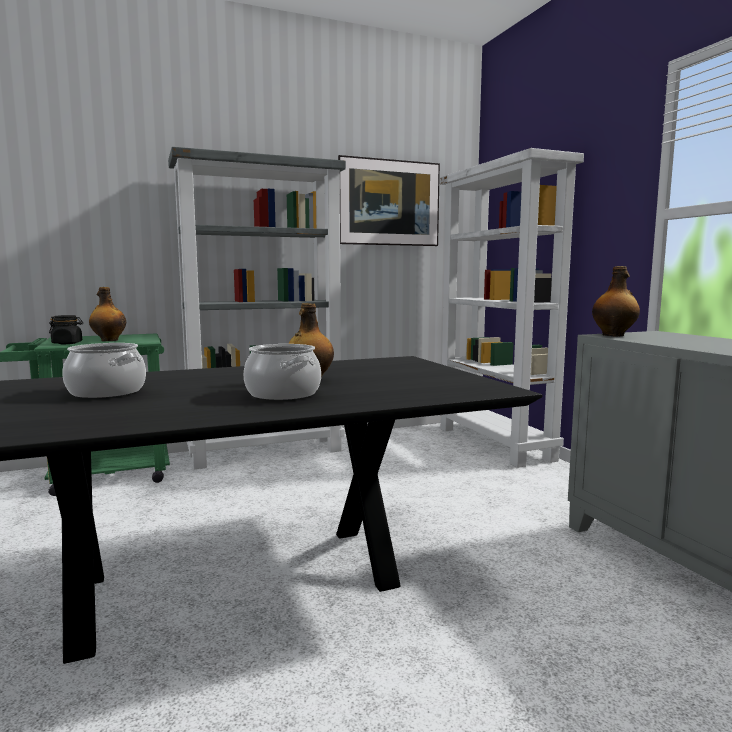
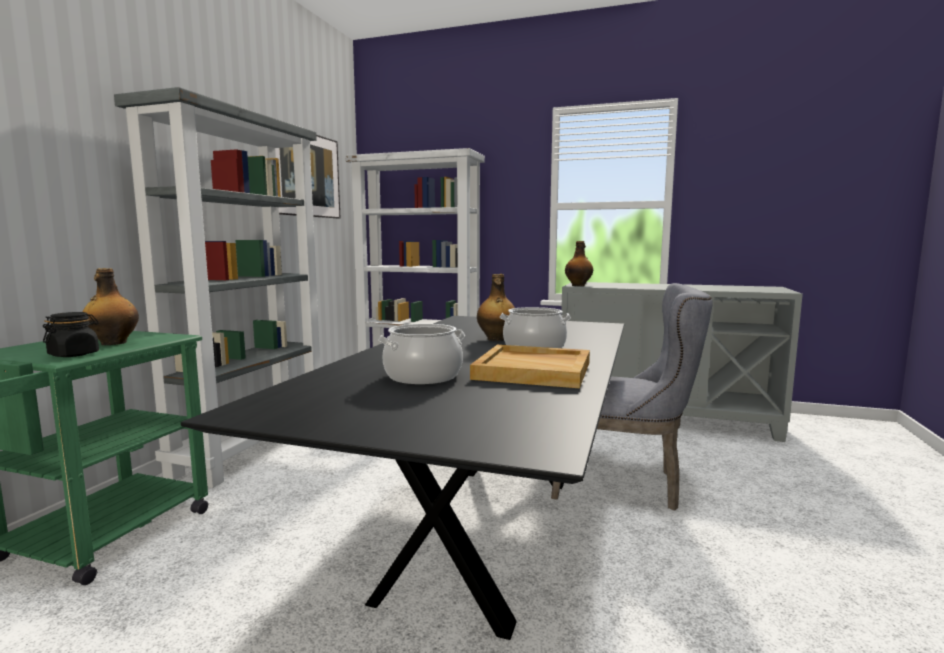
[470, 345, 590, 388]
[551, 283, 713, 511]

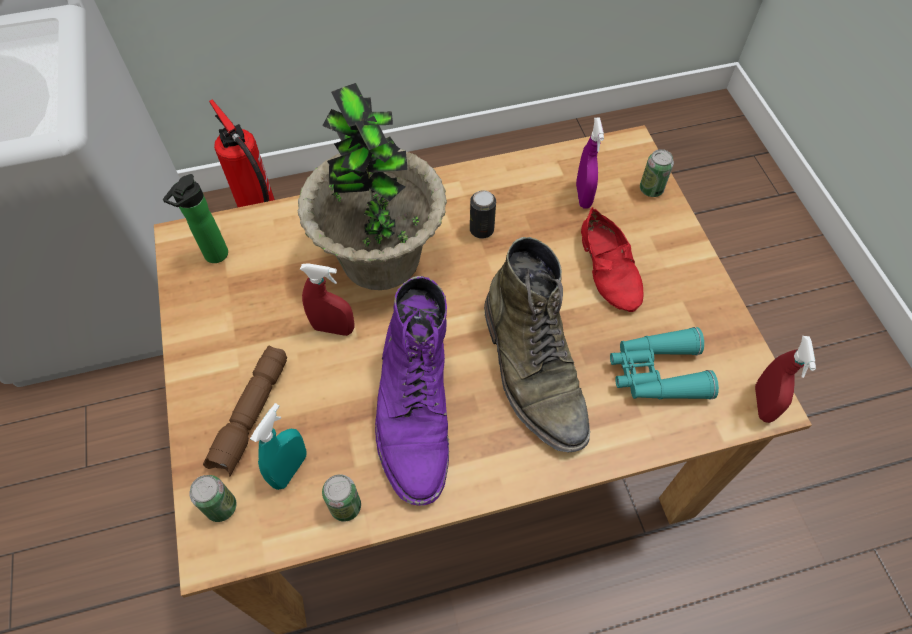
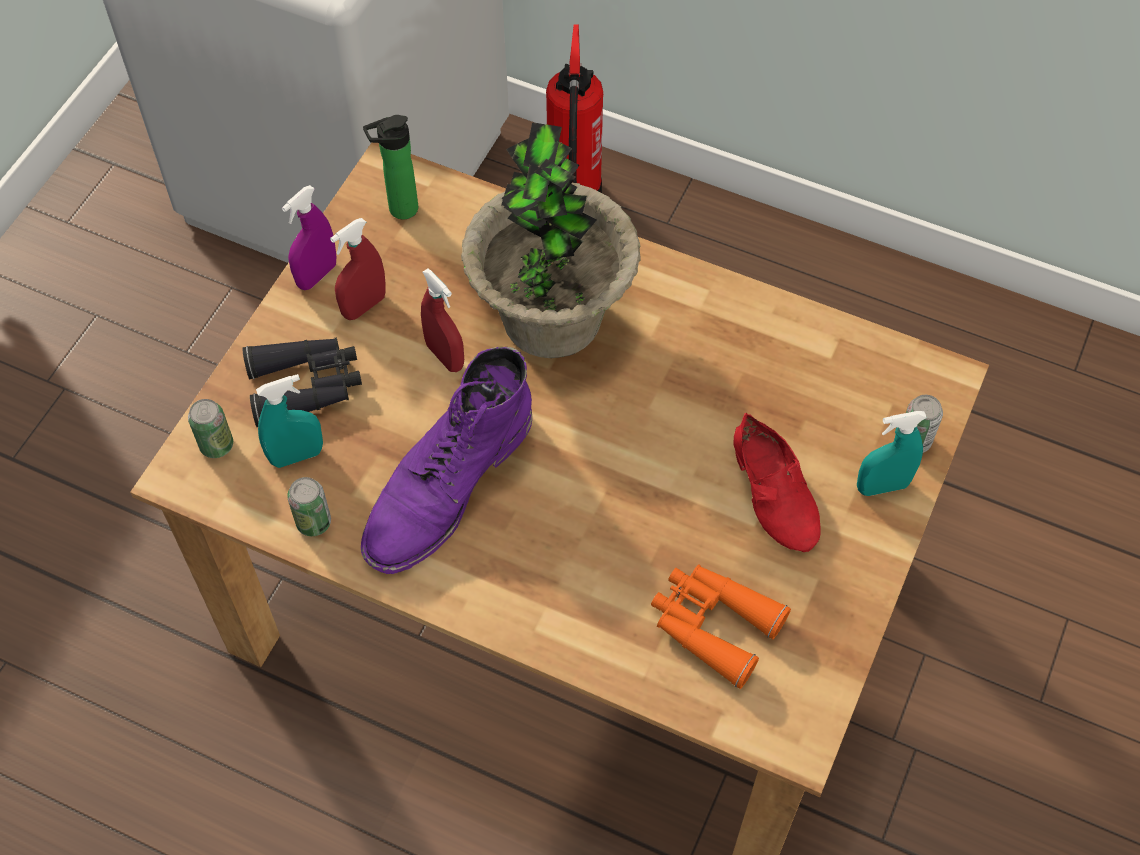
[470, 190, 496, 239] (first image)
[484, 237, 590, 452] (first image)
[857, 411, 927, 496]
[282, 185, 336, 290]
[330, 218, 386, 320]
[242, 337, 362, 427]
[651, 564, 791, 689]
[733, 413, 821, 552]

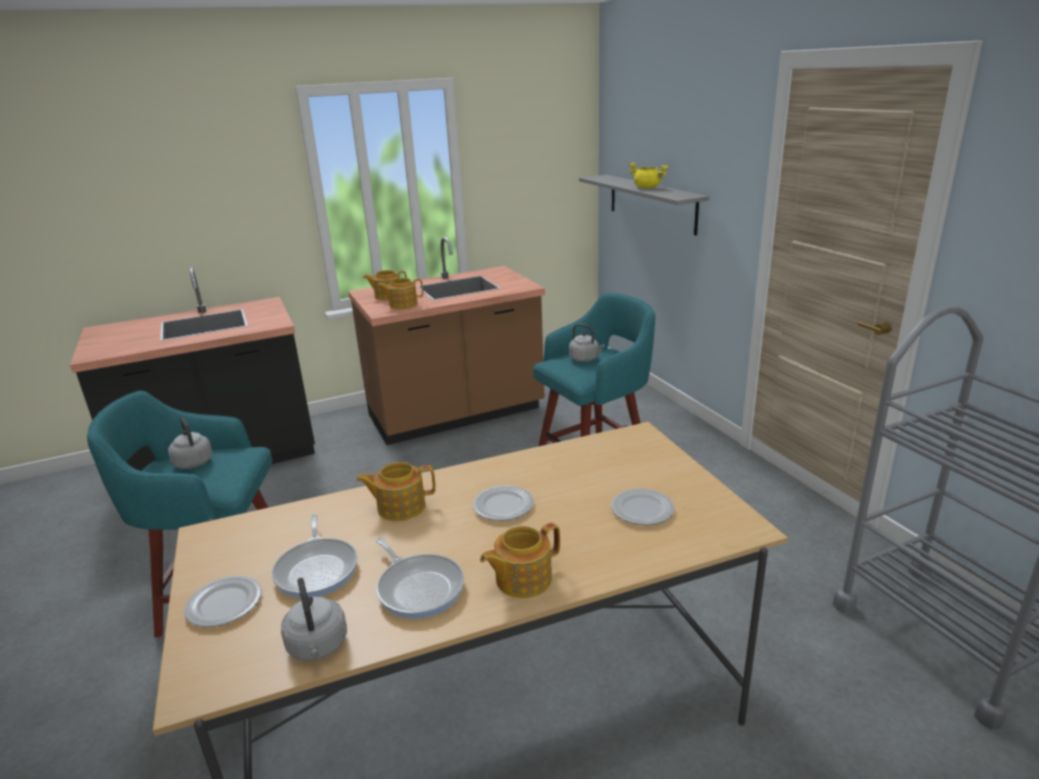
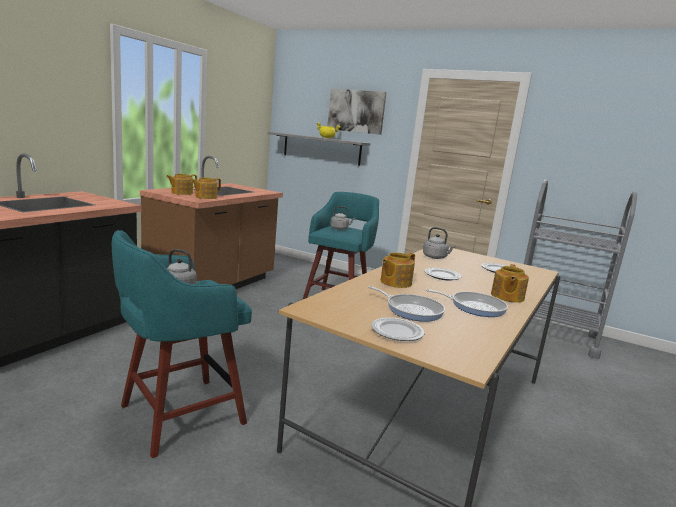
[327, 88, 387, 135]
[423, 227, 456, 259]

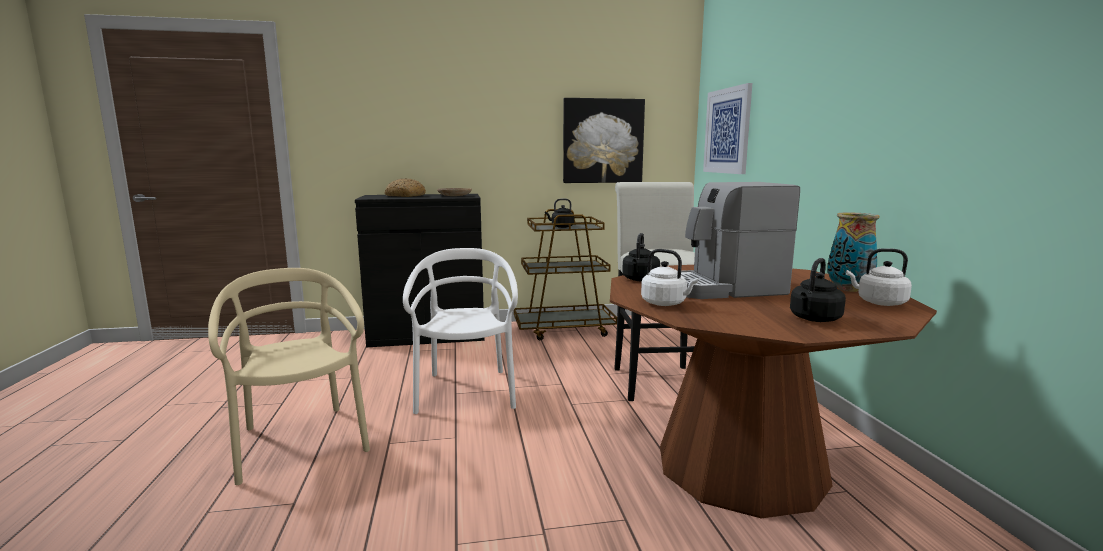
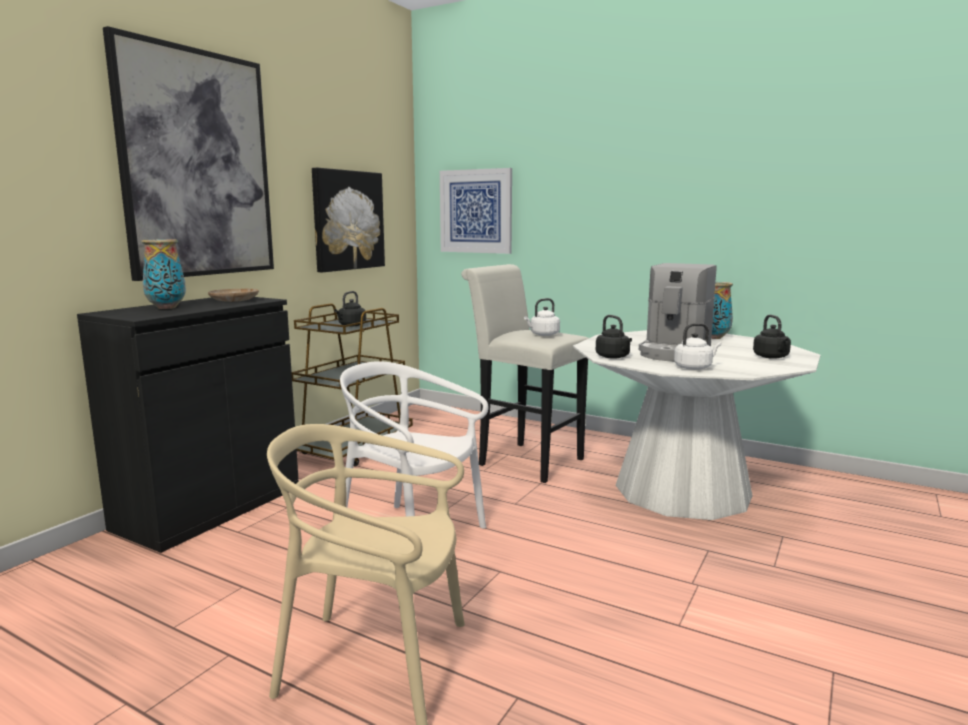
[103, 26, 274, 281]
[524, 298, 560, 336]
[141, 240, 186, 309]
[573, 330, 820, 520]

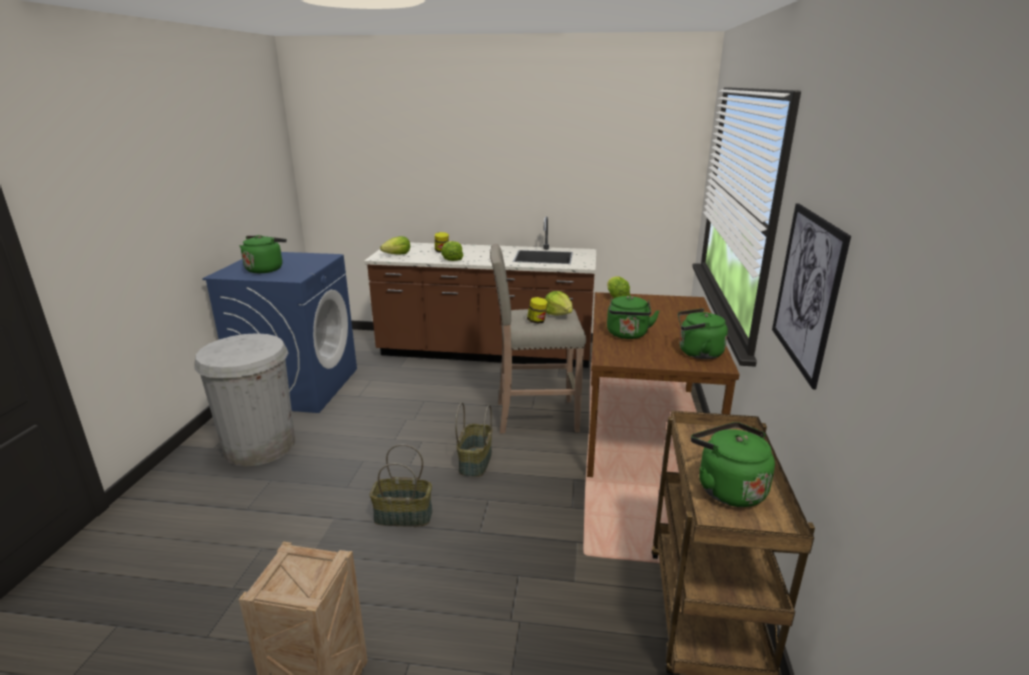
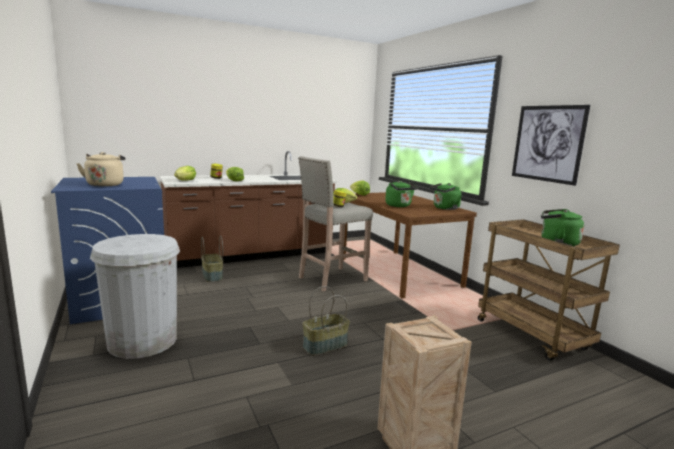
[201, 235, 223, 282]
[76, 152, 125, 187]

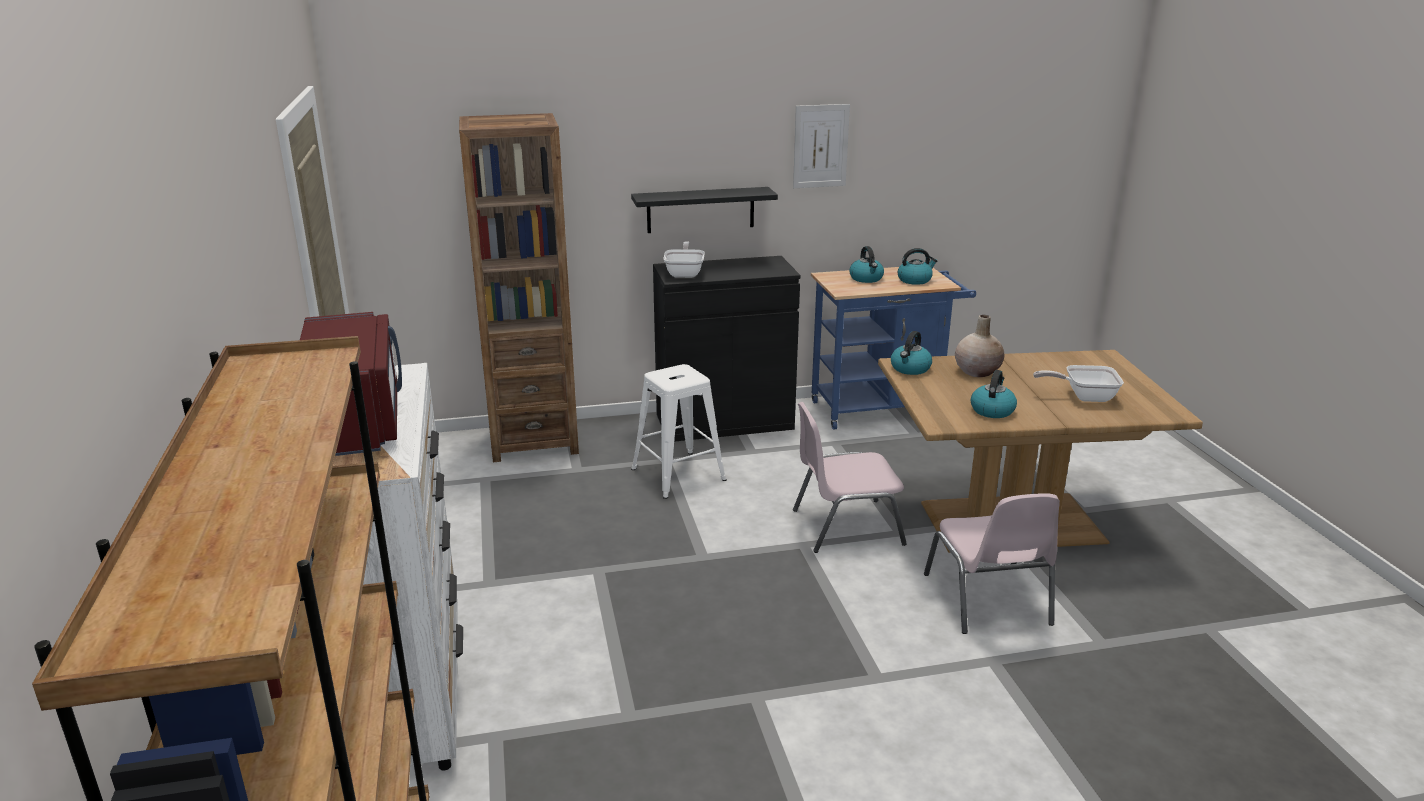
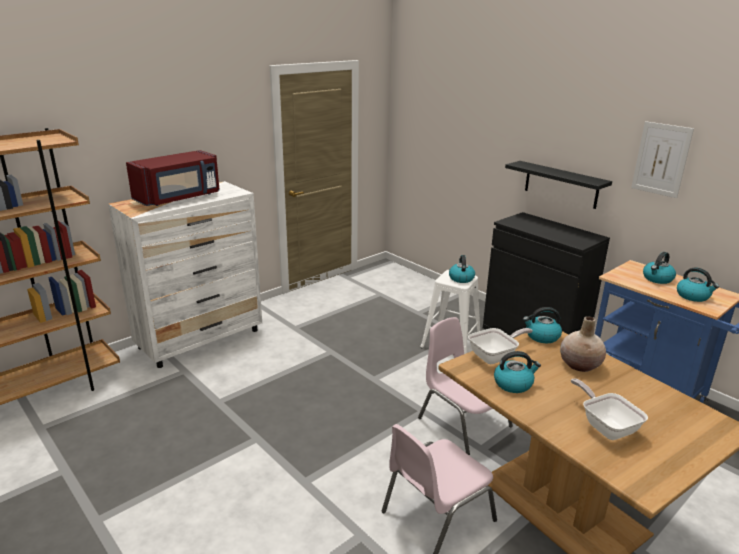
[459, 113, 579, 462] (first image)
[449, 255, 475, 283]
[468, 328, 533, 364]

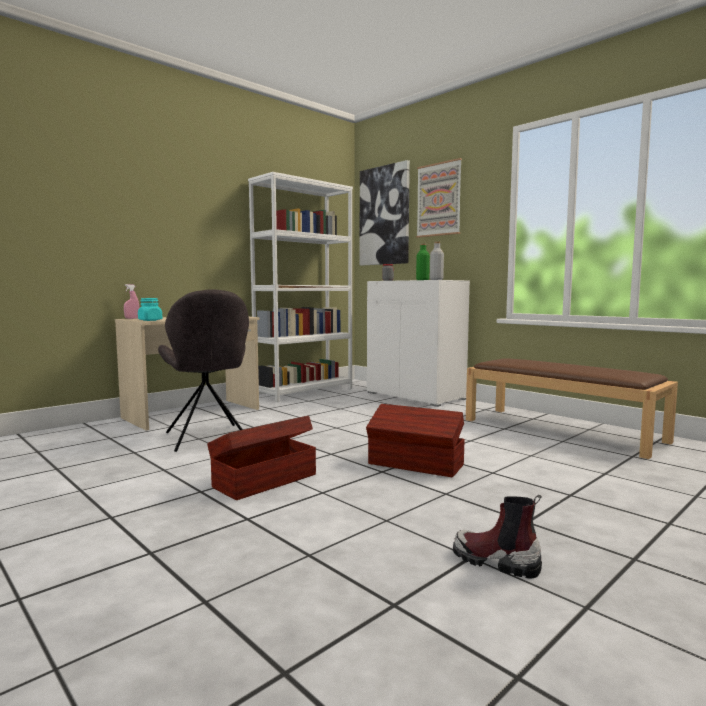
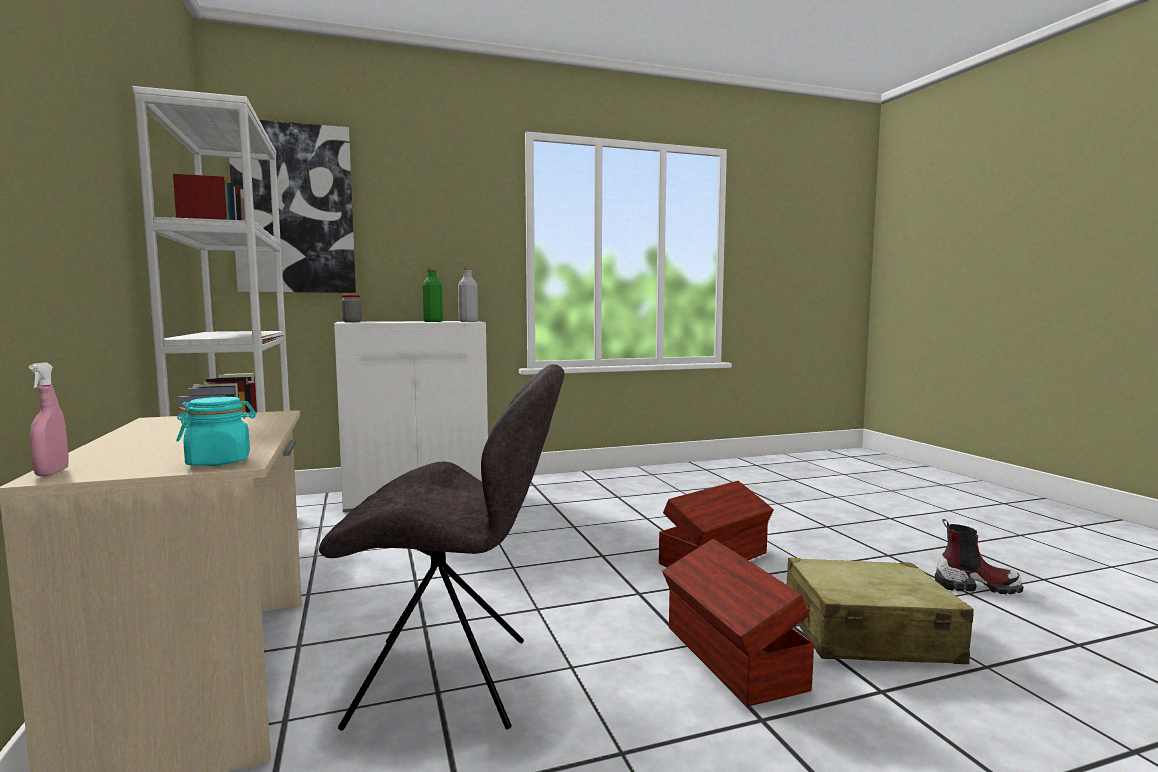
[416, 158, 462, 238] (first image)
[466, 358, 678, 459] (first image)
[787, 558, 974, 664]
[935, 519, 1023, 594]

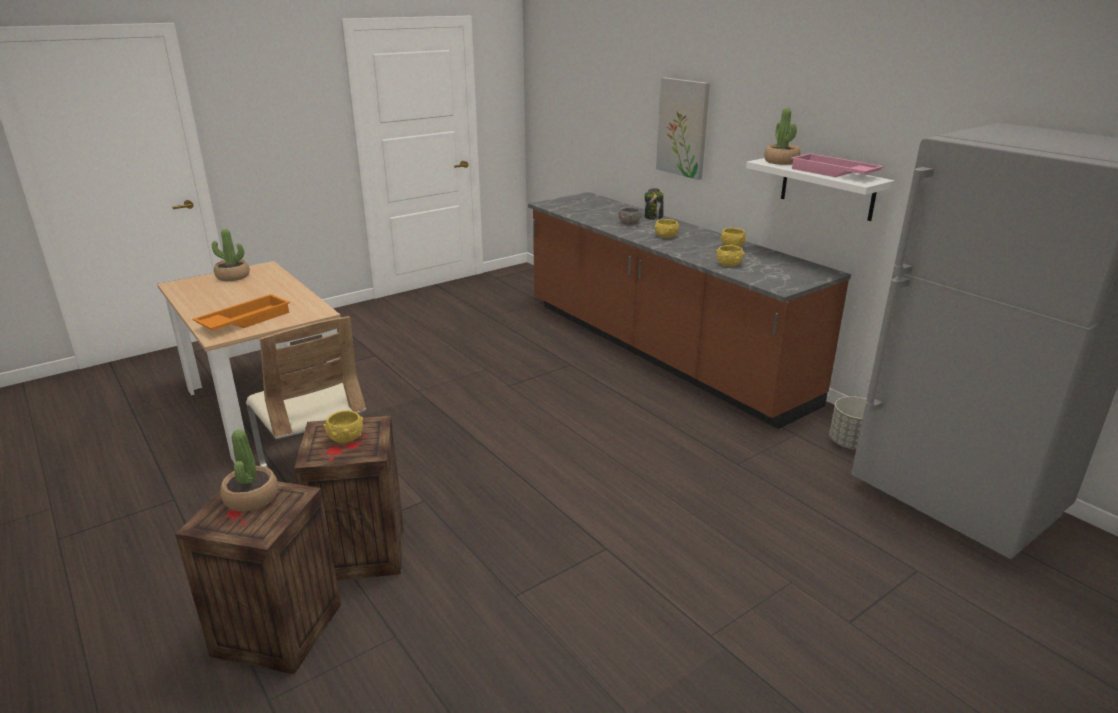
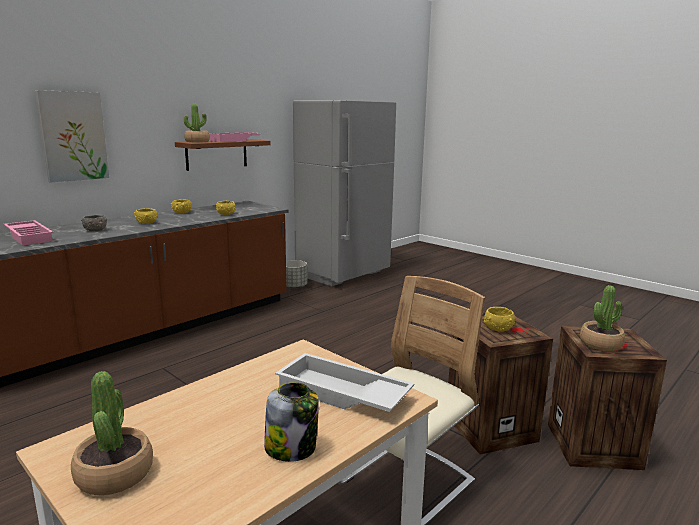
[4, 220, 53, 246]
[264, 382, 319, 462]
[275, 353, 415, 412]
[175, 139, 271, 171]

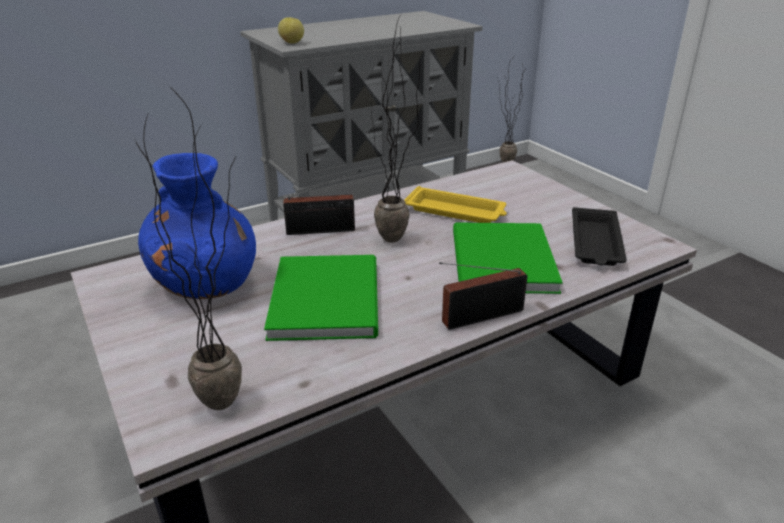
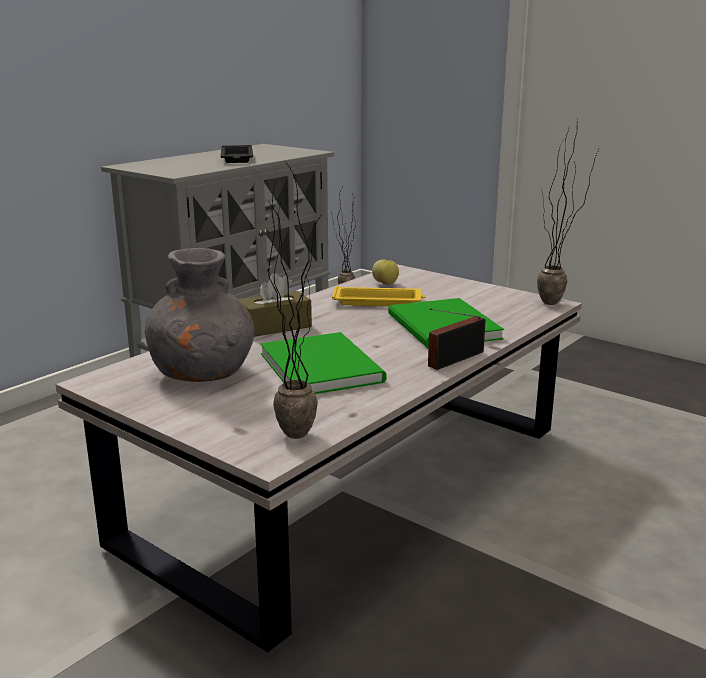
[372, 259, 399, 285]
[537, 119, 599, 305]
[221, 145, 253, 163]
[239, 273, 312, 337]
[145, 248, 255, 382]

